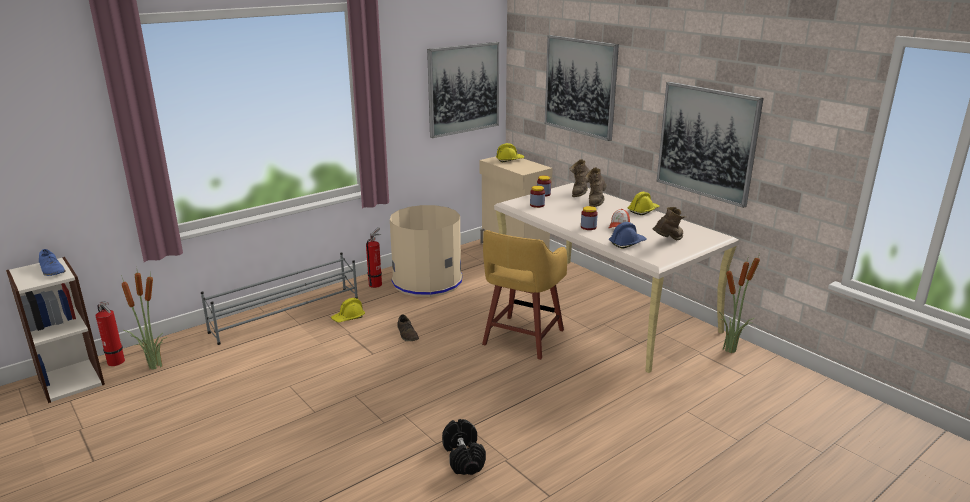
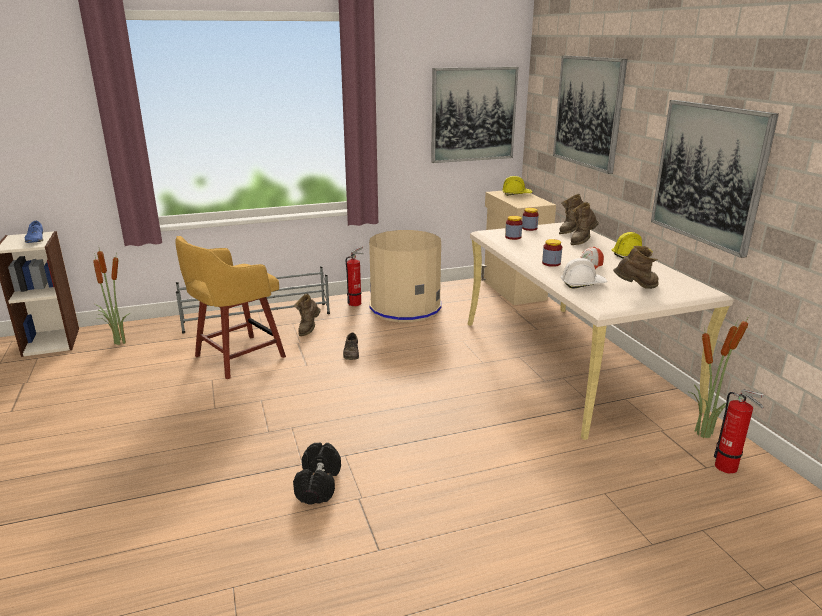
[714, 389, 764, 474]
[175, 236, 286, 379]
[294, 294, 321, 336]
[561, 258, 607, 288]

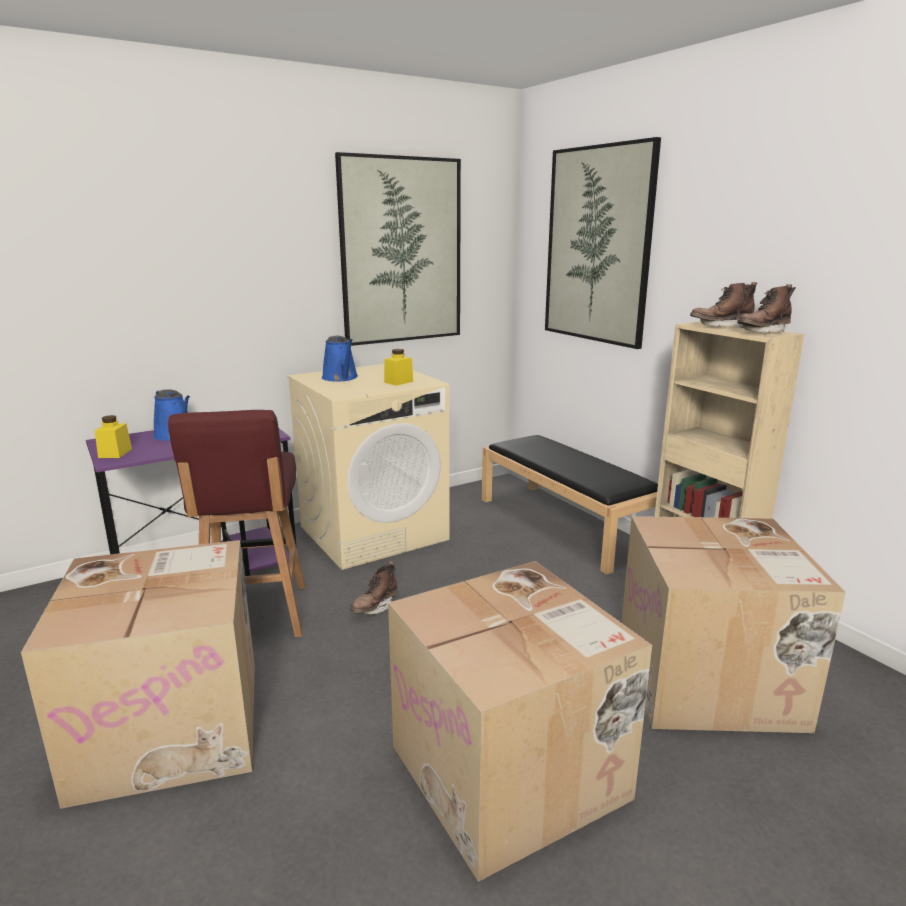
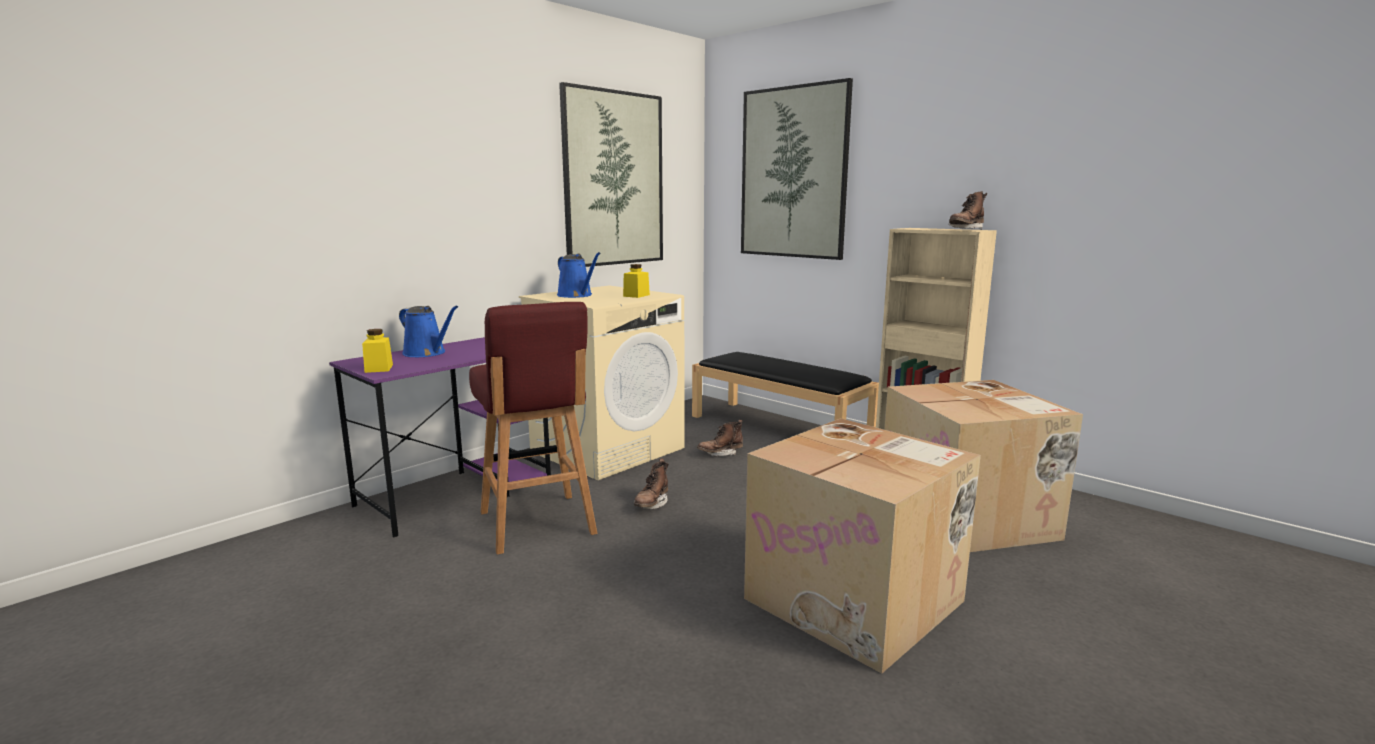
[21, 540, 255, 809] (first image)
[697, 420, 743, 456]

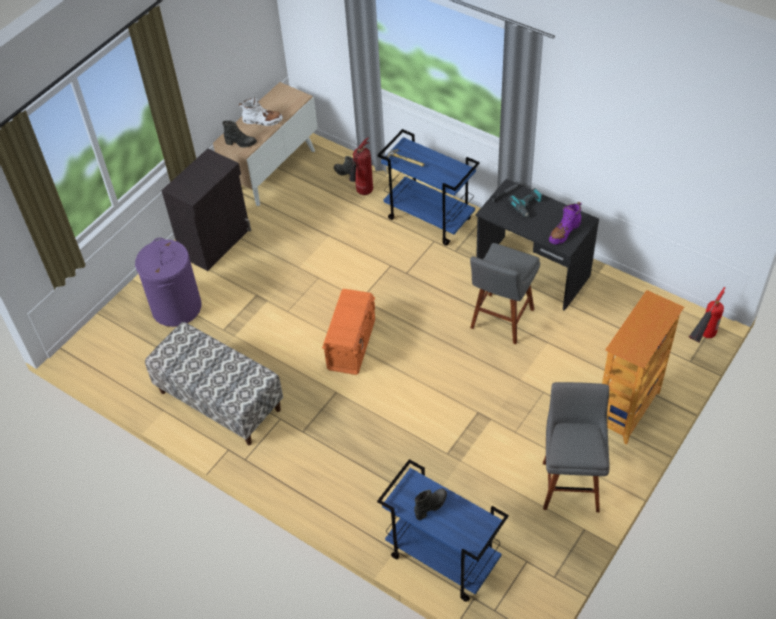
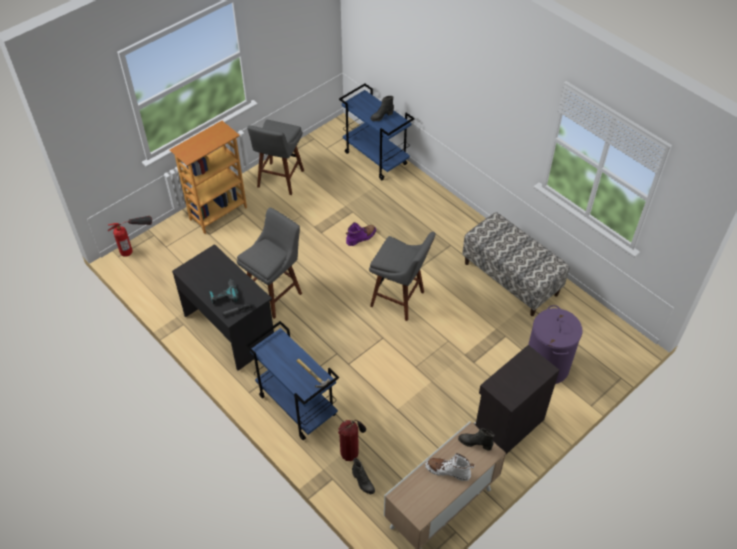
[345, 222, 376, 246]
[369, 232, 436, 321]

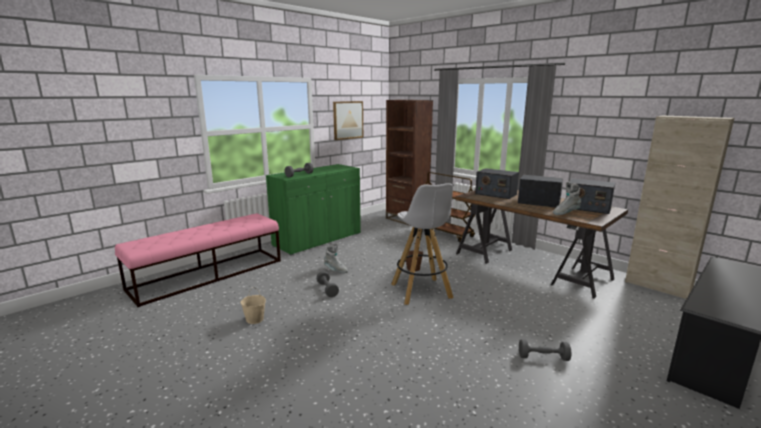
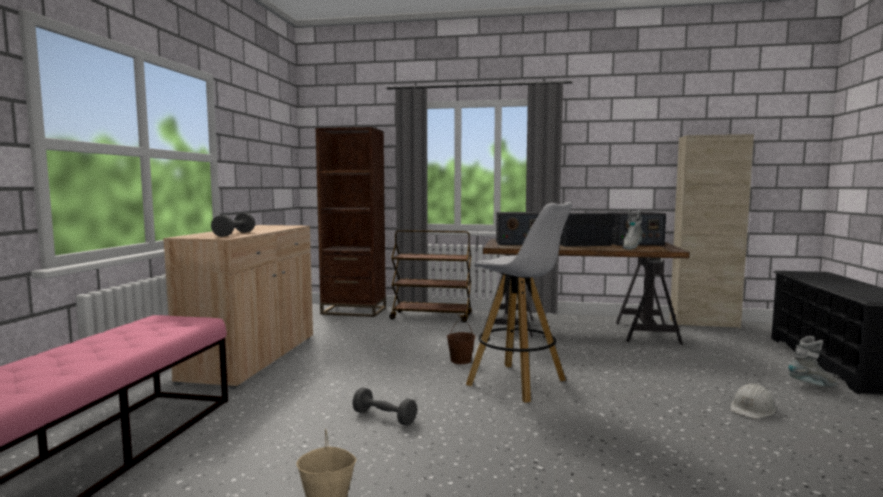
[333, 101, 363, 140] (first image)
[788, 336, 838, 387]
[731, 383, 776, 419]
[163, 225, 313, 389]

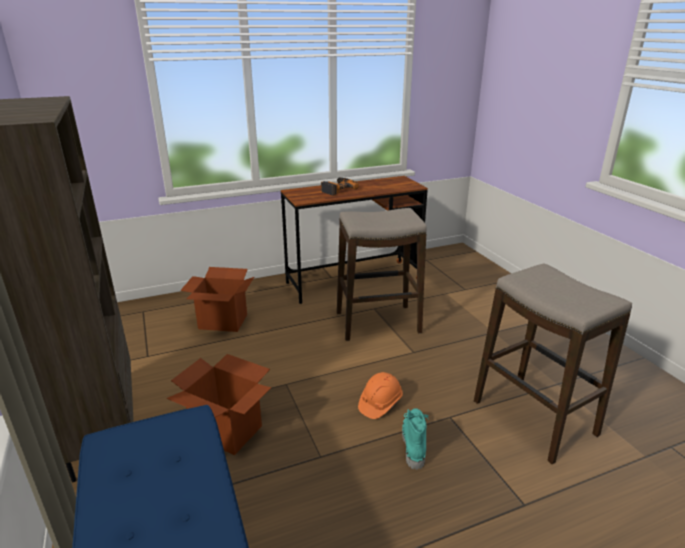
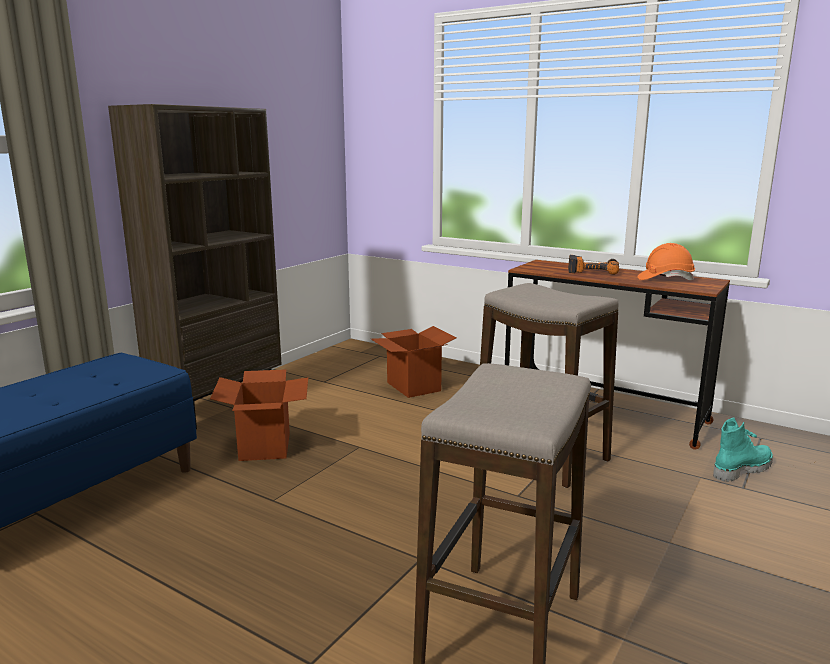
[637, 243, 695, 280]
[713, 417, 773, 482]

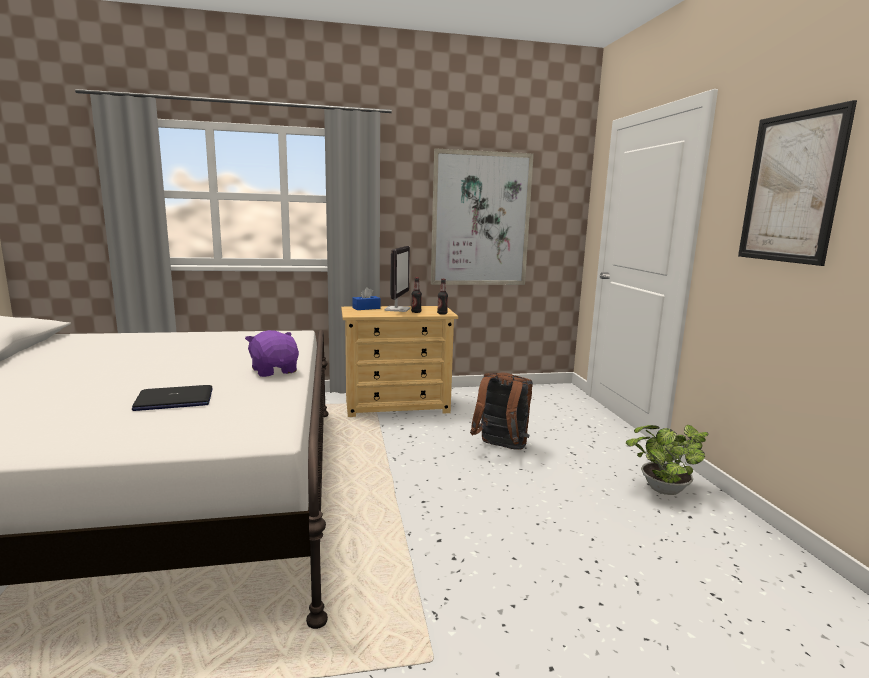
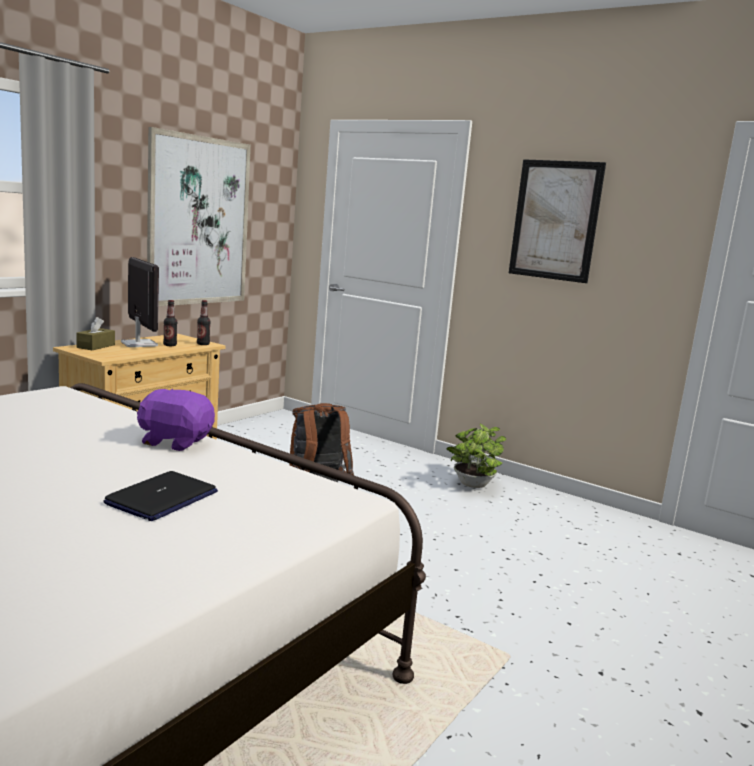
[76, 317, 115, 350]

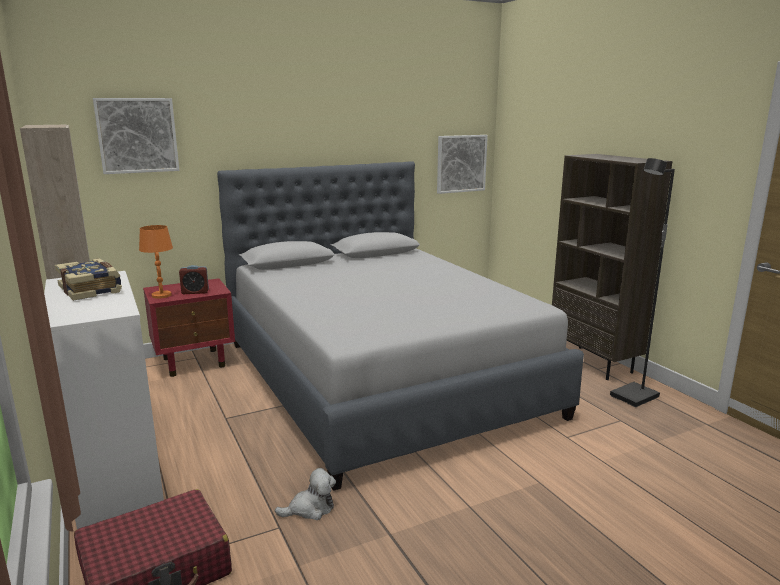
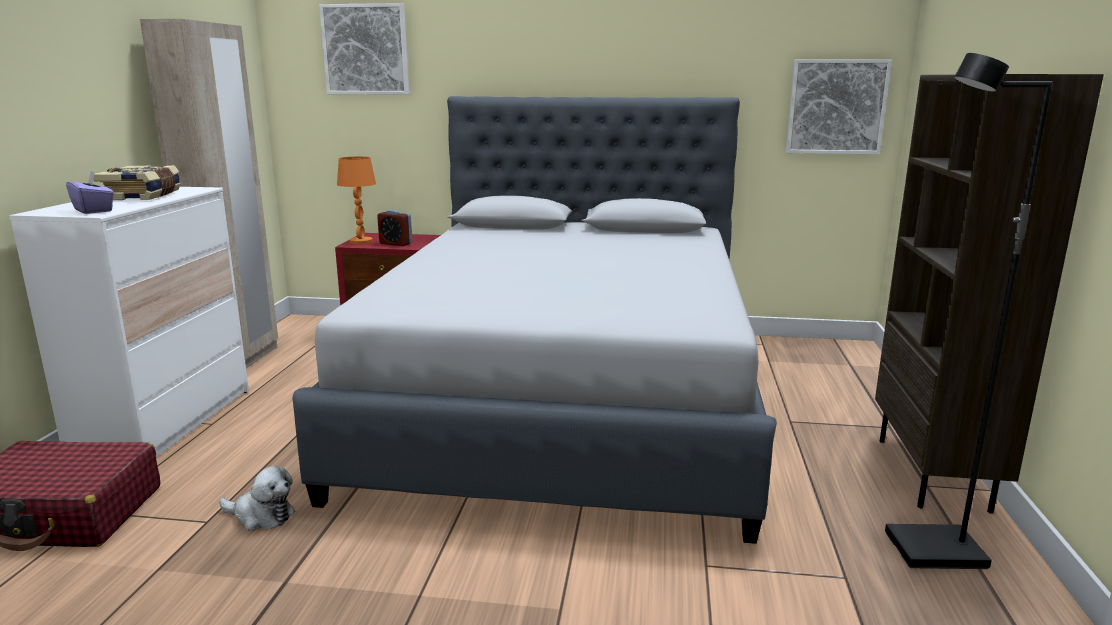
[66, 171, 114, 214]

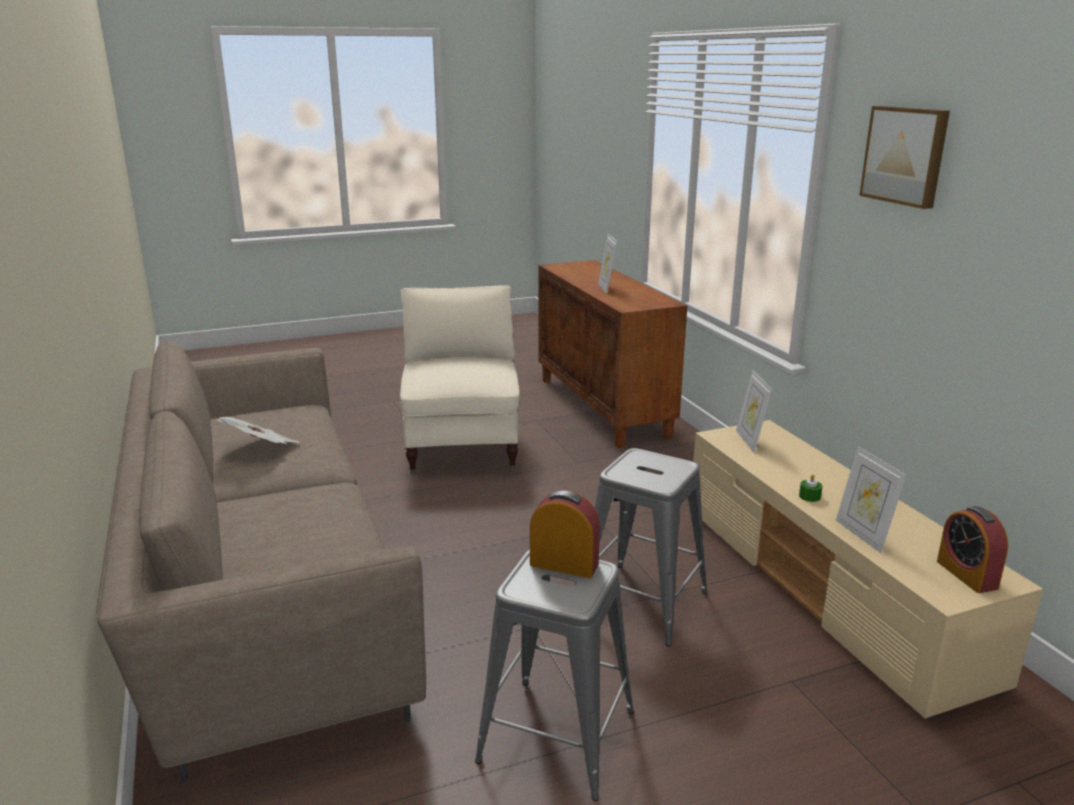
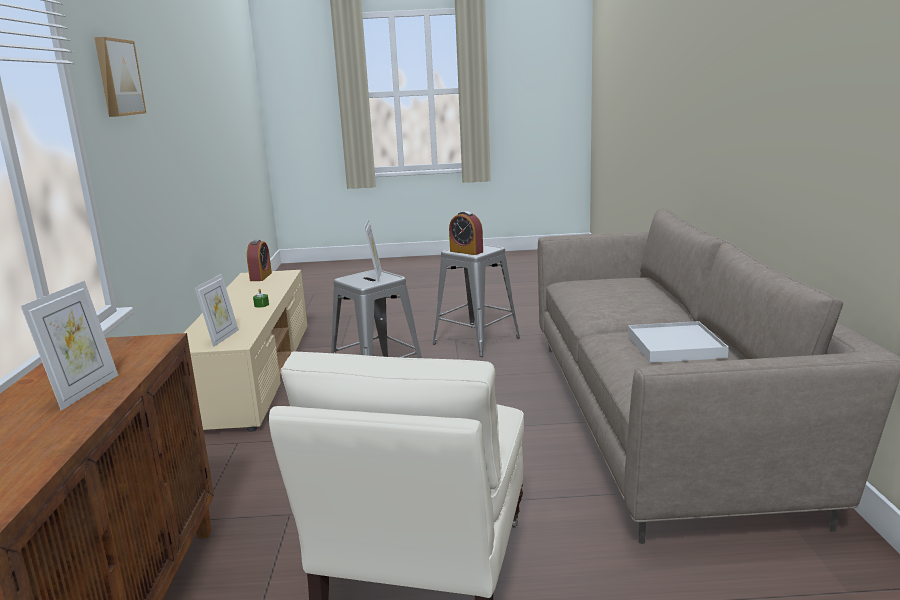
[364, 219, 382, 282]
[628, 321, 729, 363]

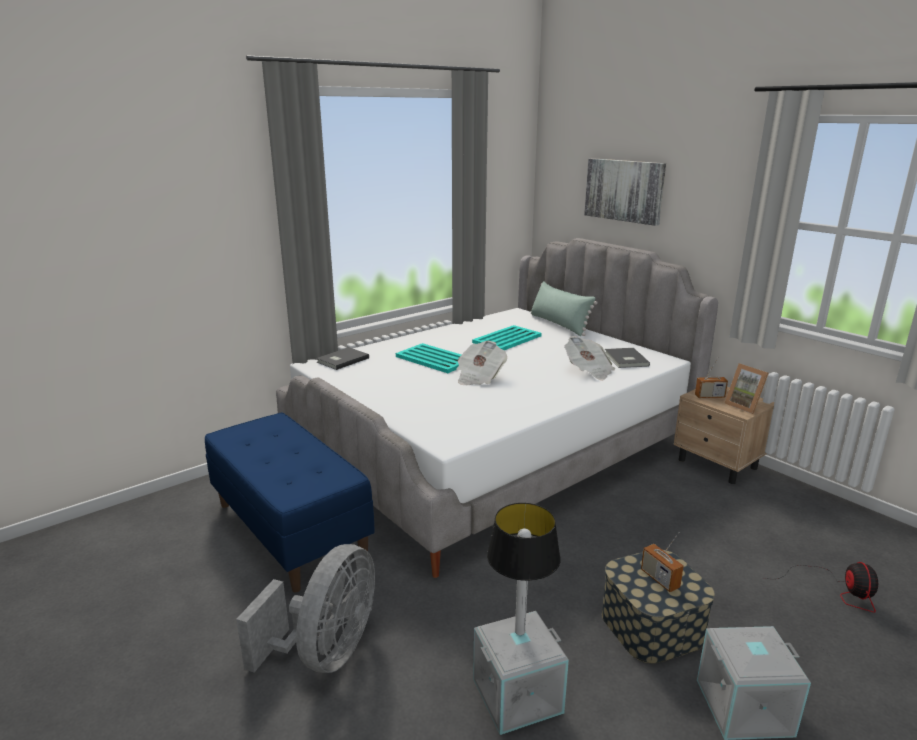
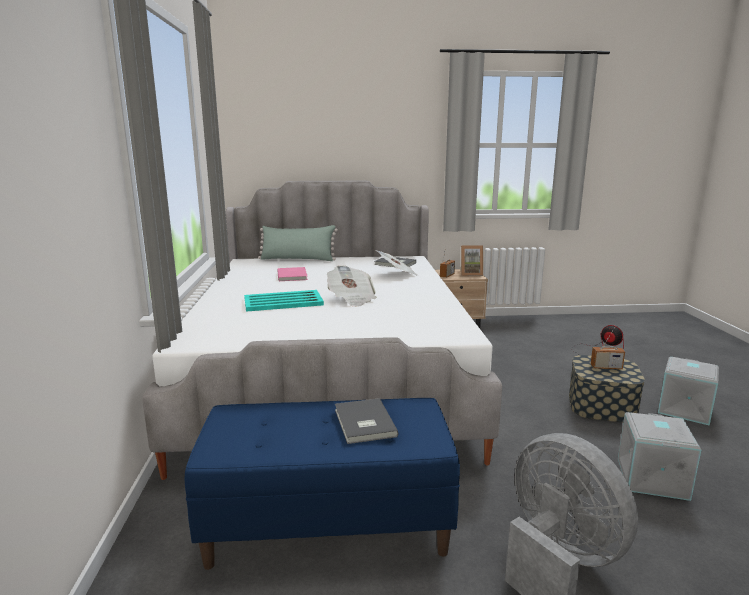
[487, 503, 561, 635] (first image)
[584, 158, 666, 226] (first image)
[335, 398, 399, 444]
[277, 267, 308, 281]

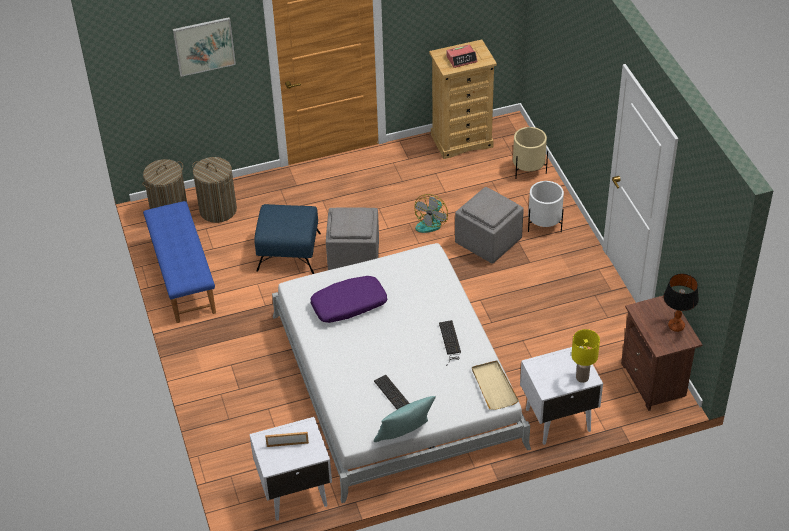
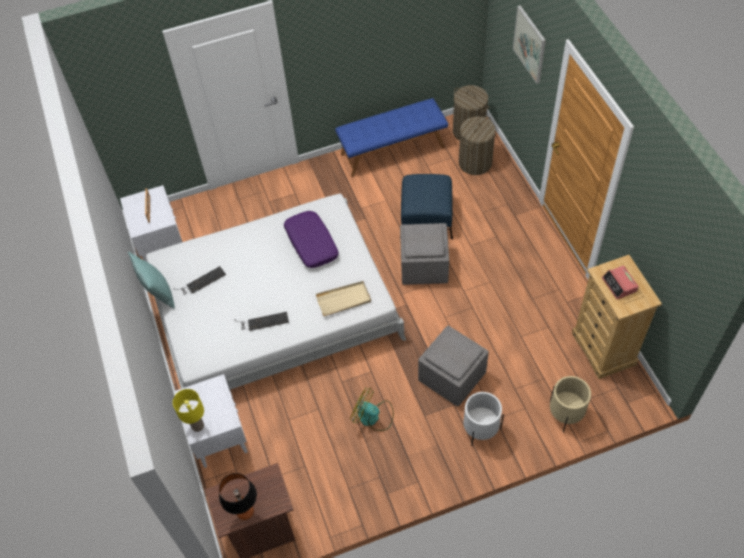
[350, 387, 394, 431]
[316, 281, 371, 316]

